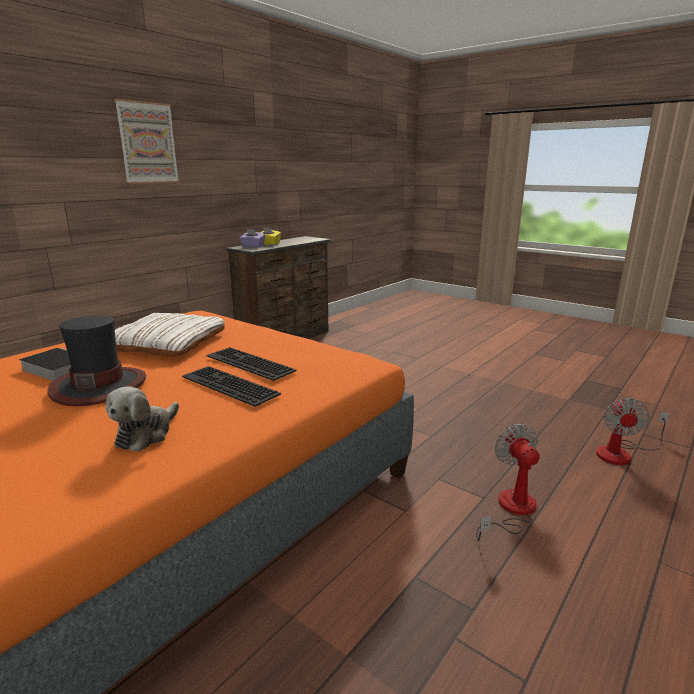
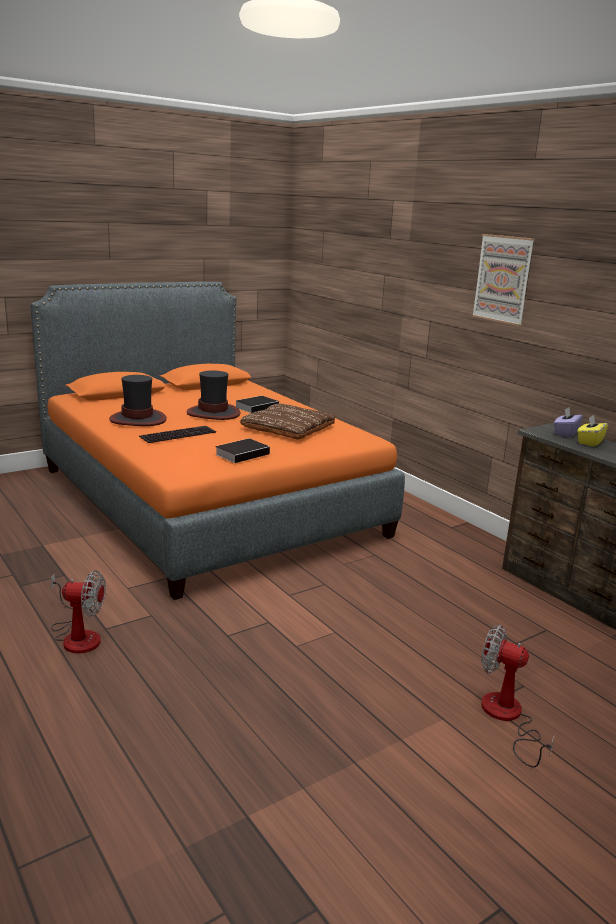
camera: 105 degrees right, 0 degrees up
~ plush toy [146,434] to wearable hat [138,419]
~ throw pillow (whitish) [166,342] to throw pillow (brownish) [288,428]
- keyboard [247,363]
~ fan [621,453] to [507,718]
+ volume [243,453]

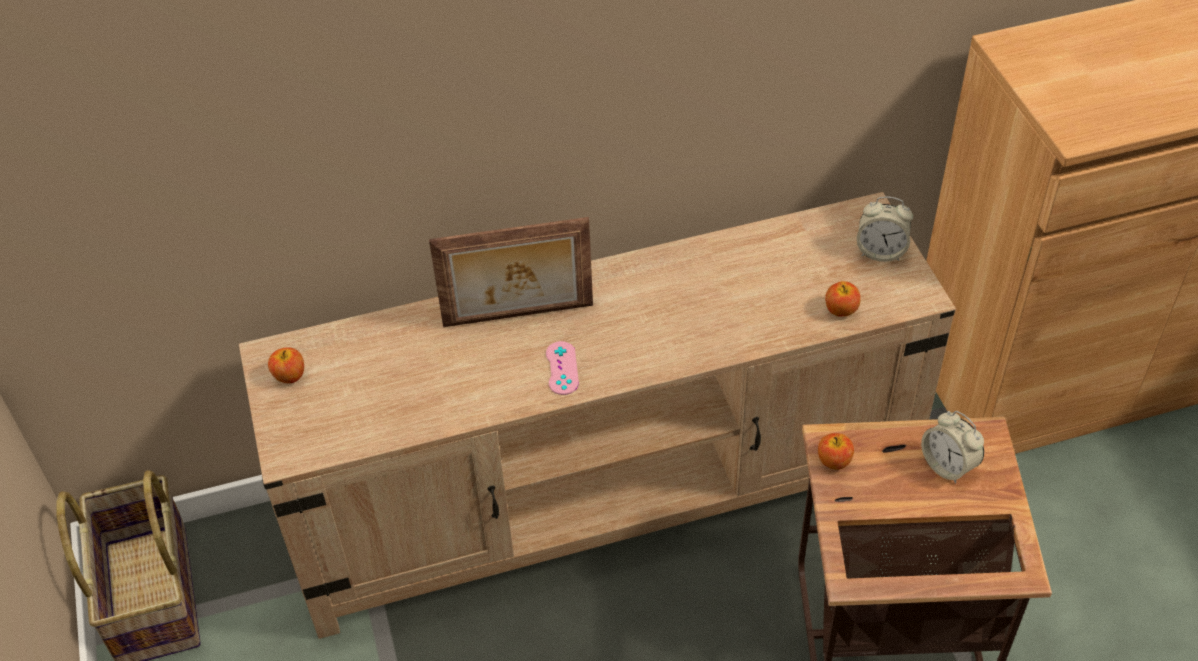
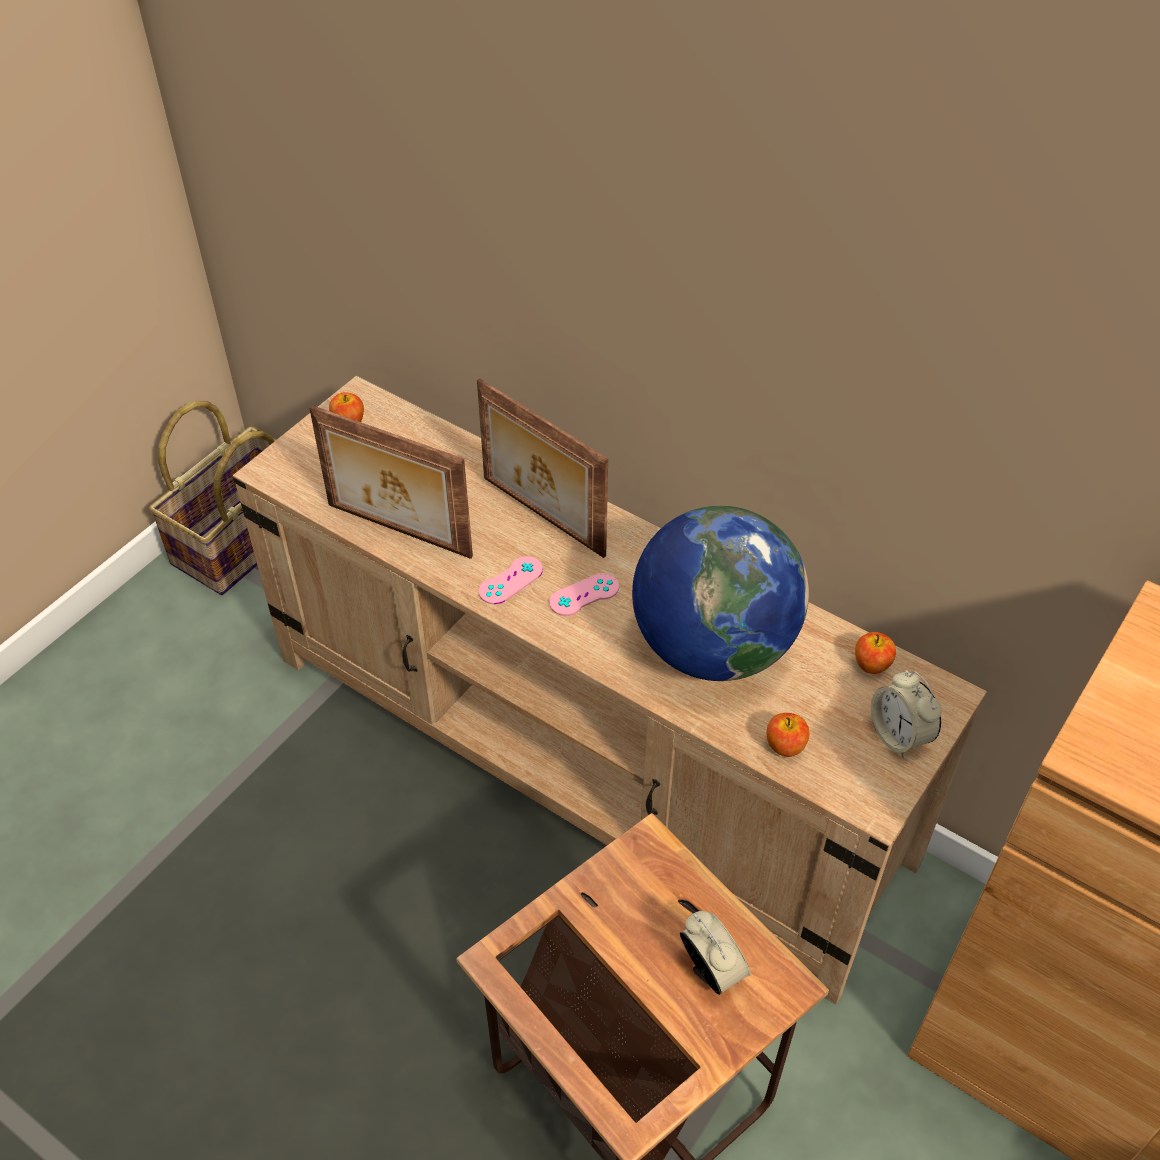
camera: 50 degrees right, 0 degrees up
~ whole apple [833,461] to [871,664]
~ table clock [948,465] = [711,970] 135 degrees clockwise
+ photo frame [397,532]
+ joypad (pink) [584,595]
+ globe [712,647]

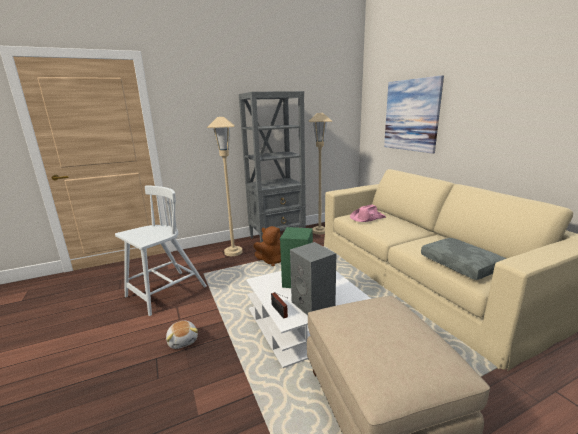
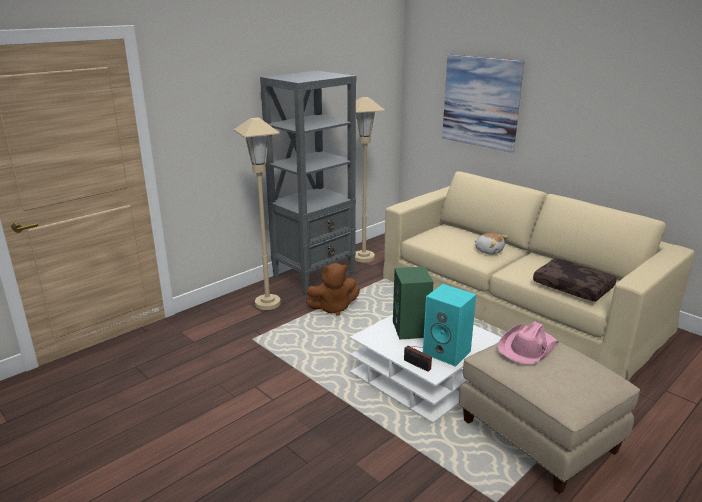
camera: 20 degrees left, 5 degrees up
- chair (whitish) [165,292]
~ plush toy [183,340] to [489,251]
~ loudspeaker (grey) [314,305] to loudspeaker (turquoise-coloured) [448,352]
~ wearable hat (pink) [367,218] to [527,347]
~ throw pillow (grey) [461,264] to throw pillow (brownish) [573,287]

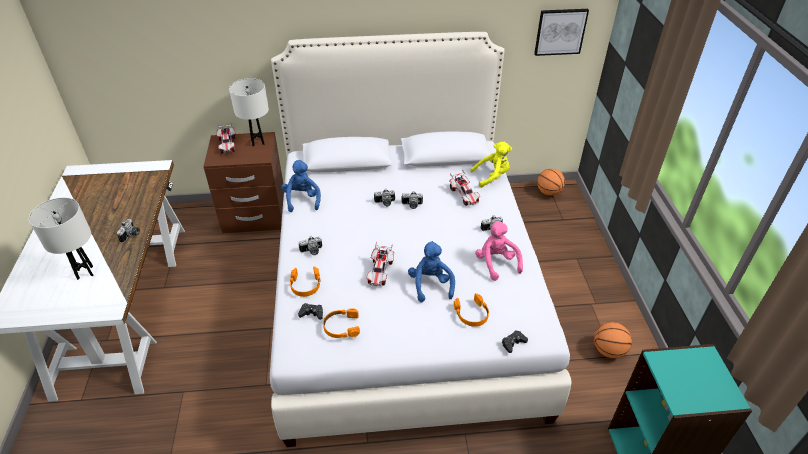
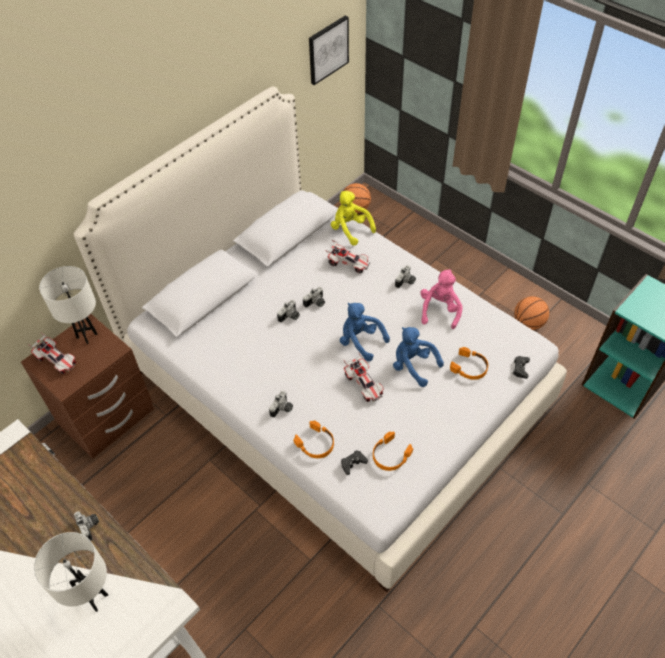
camera: 40 degrees left, 10 degrees up
~ plush toy (blue) [302,199] to [360,341]
~ plush toy (yellow-coloured) [492,176] = [350,229] 75 degrees counterclockwise
~ plush toy (pink) [496,263] = [440,310] 75 degrees clockwise

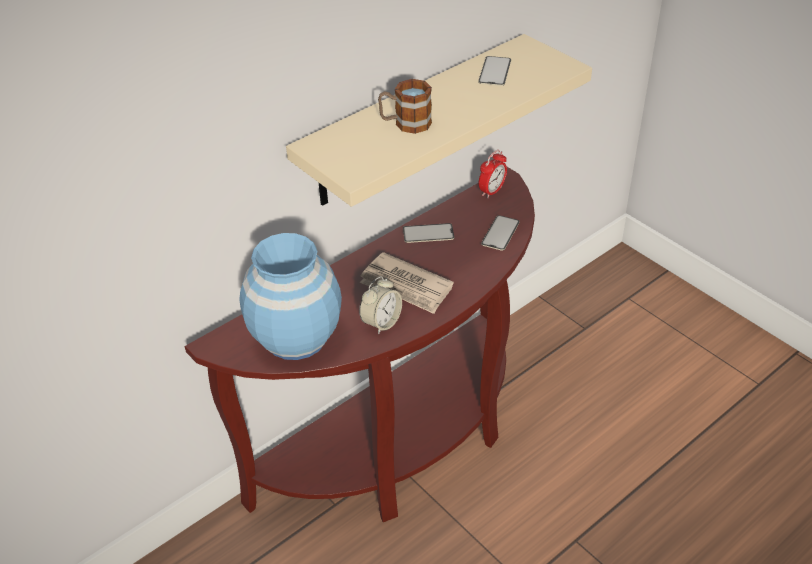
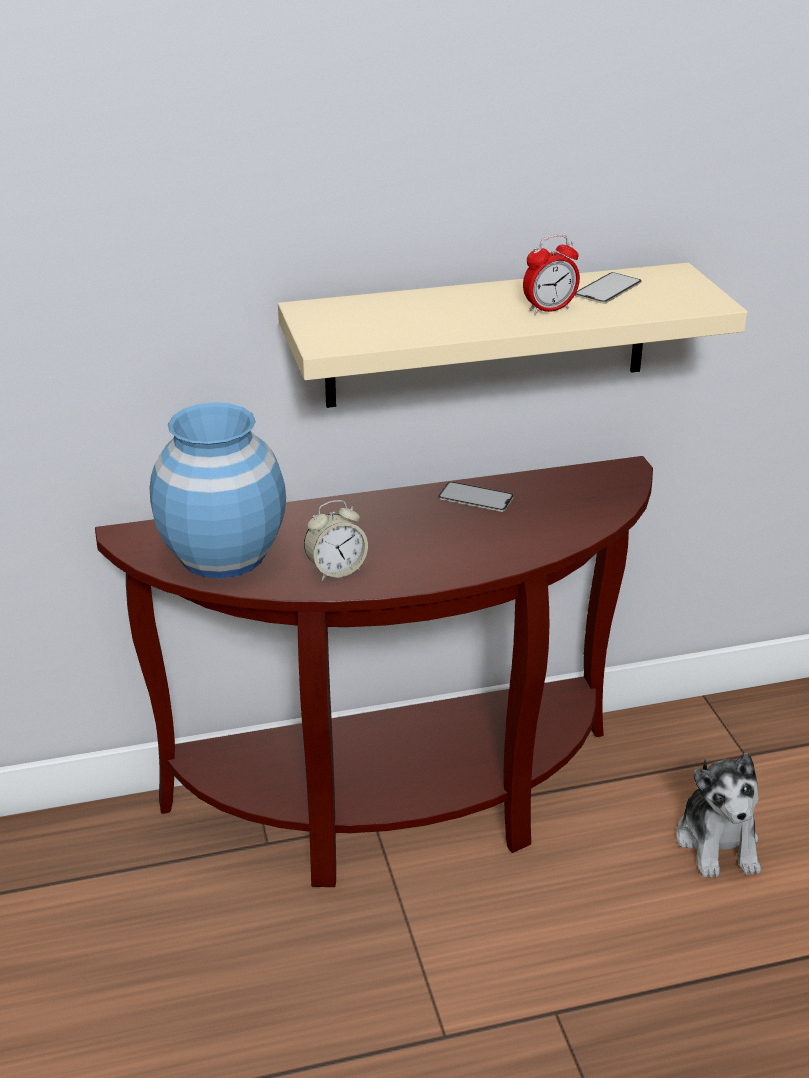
camera: 25 degrees right, 10 degrees down
- daily paper [406,286]
- mug [405,123]
~ table clock [492,191] to [549,309]
- handset [500,233]
+ plush toy [718,842]

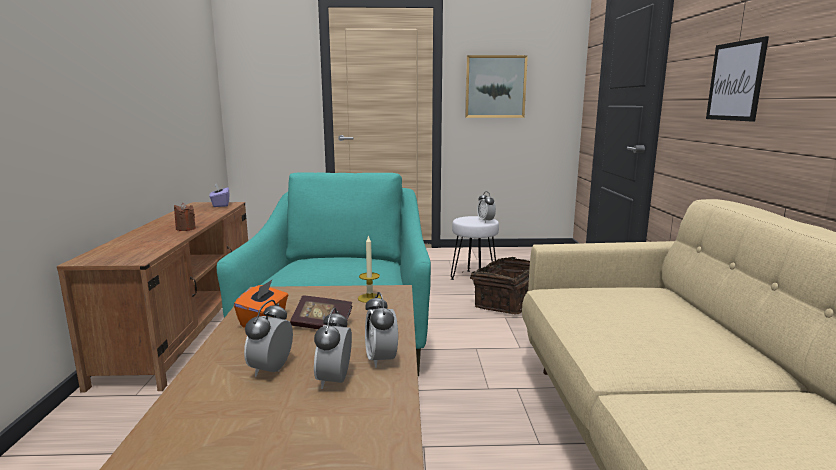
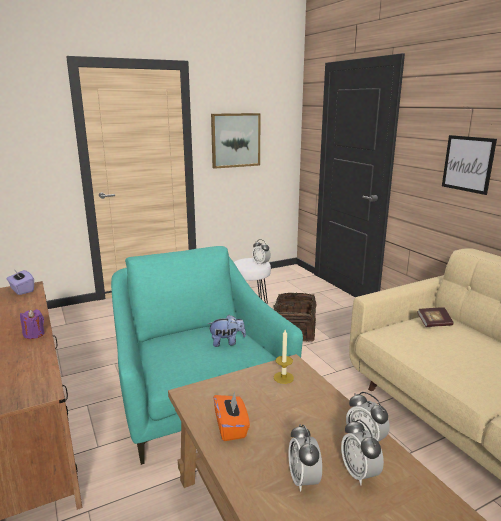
camera: 25 degrees left, 5 degrees up
~ wax light (brownish) [185,229] to wax light (purple-coloured) [34,334]
~ volume [322,325] to [434,323]
+ plush toy [227,342]

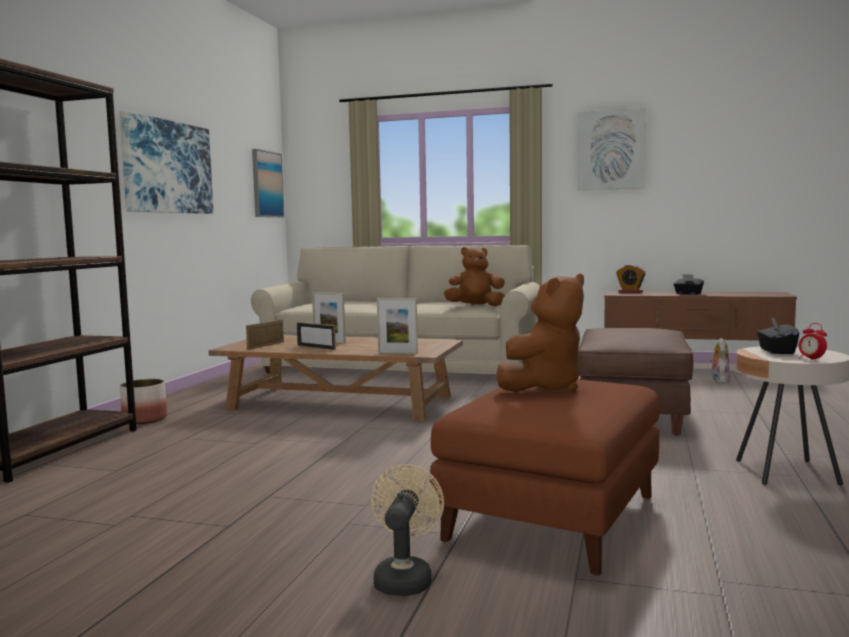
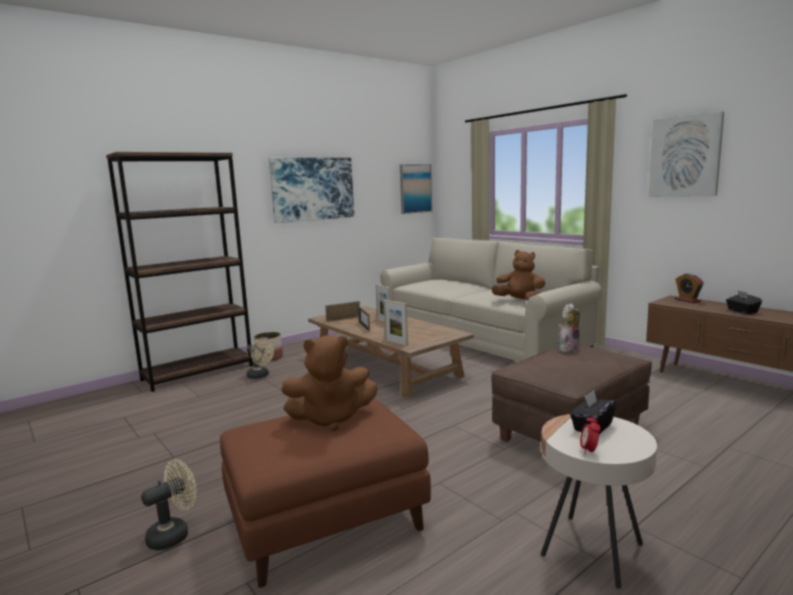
camera: 35 degrees right, 5 degrees up
~ plush toy [719,380] to [567,349]
+ fan (sand-coloured) [260,376]

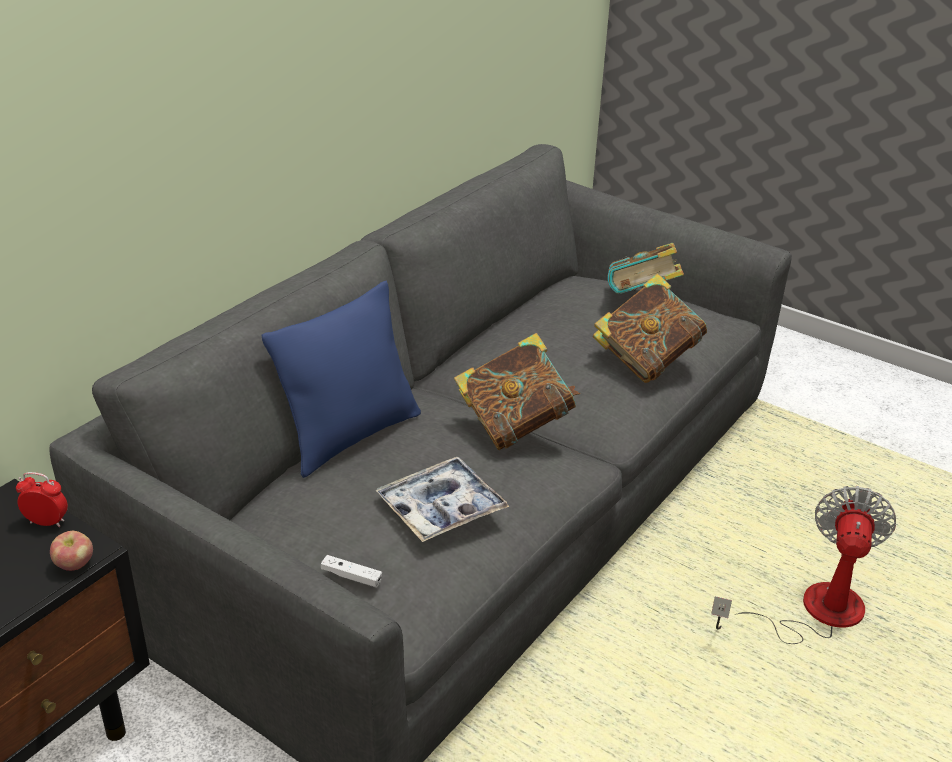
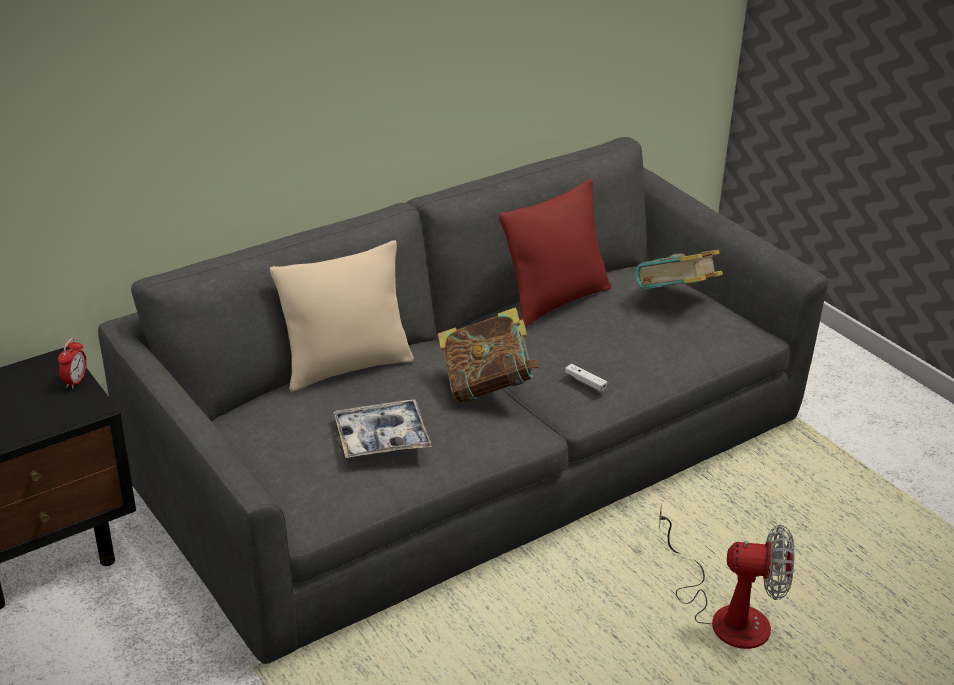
camera: 20 degrees right, 0 degrees up
~ table clock [46,522] = [75,381] 75 degrees clockwise
- whole apple [74,564]
~ throw pillow (blue) [350,435] to throw pillow (sand-coloured) [346,367]
~ joypad (whitish) [351,577] to [585,382]
- volume [646,361]
~ fan [812,612] = [726,614] 60 degrees clockwise
+ throw pillow (red) [555,301]

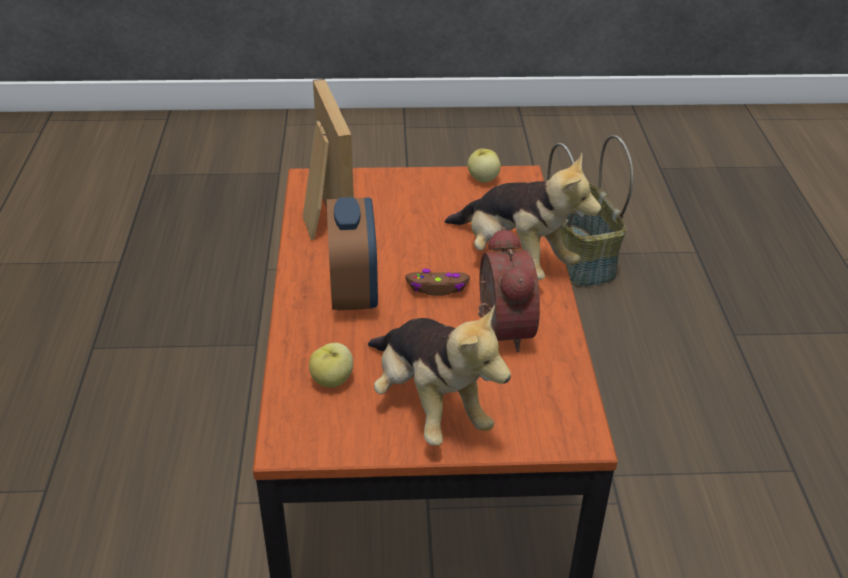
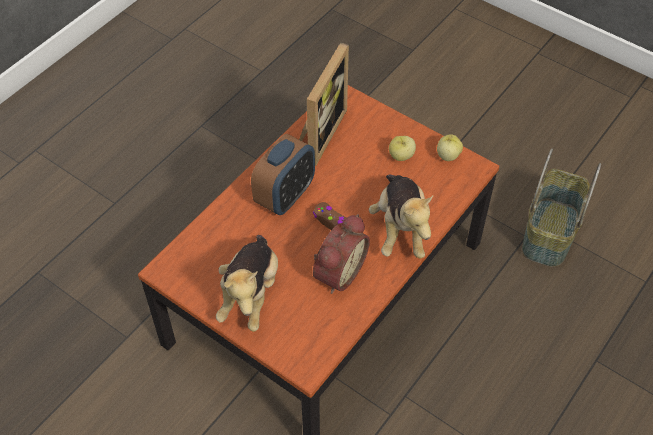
camera: 40 degrees right, 15 degrees up
~ whole apple [332,380] to [401,156]

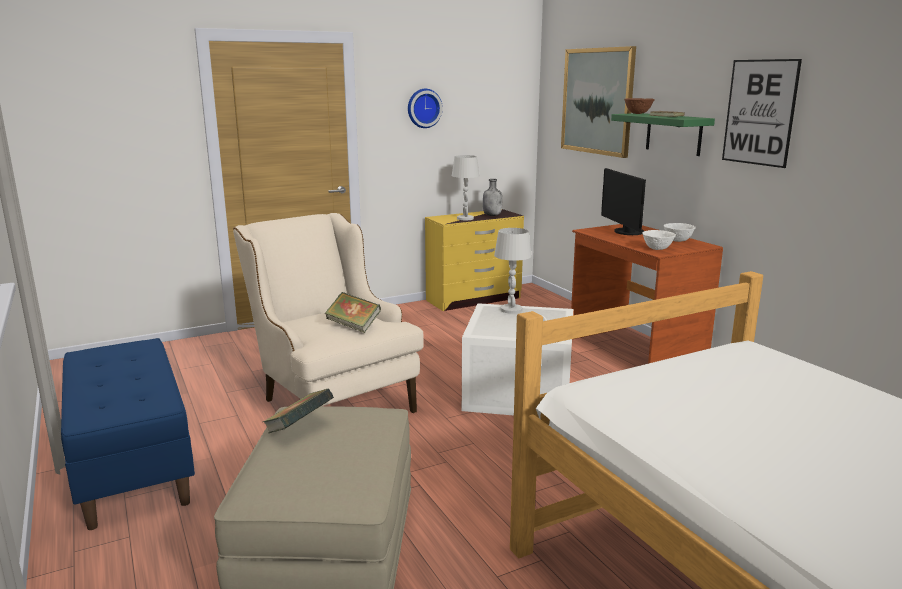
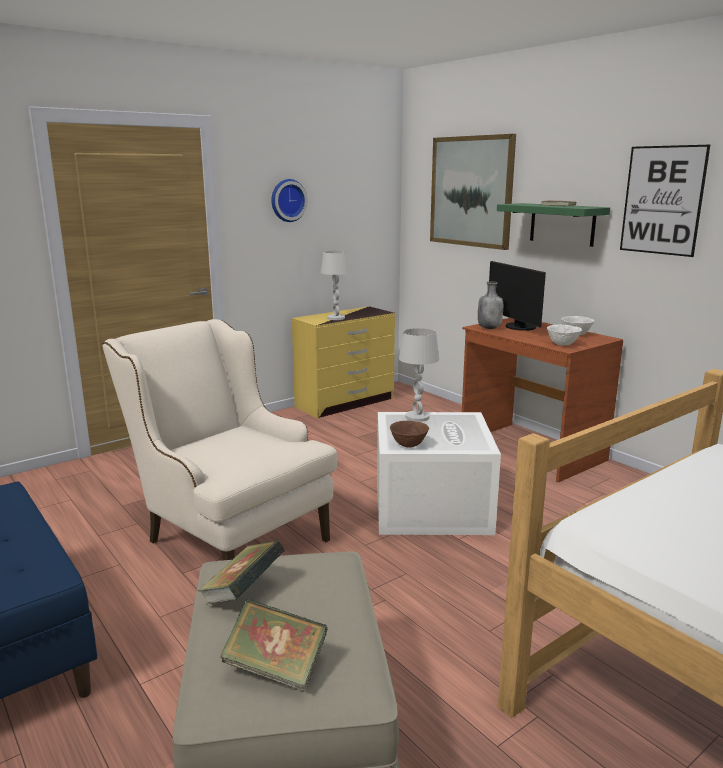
camera: 10 degrees left, 0 degrees up
~ volume [353,326] to [276,668]
~ drink bottle (grey) [492,215] to [489,328]
~ deep dish (brownish) [638,113] to [409,445]

